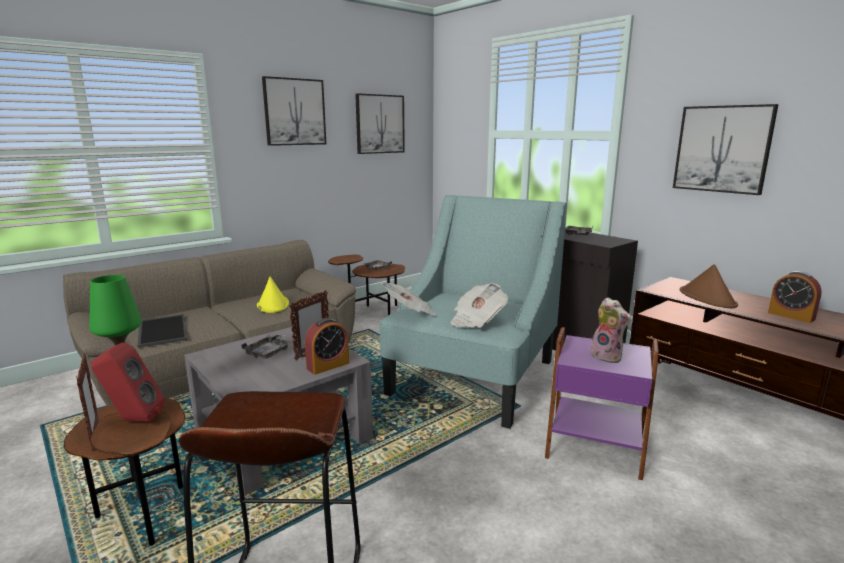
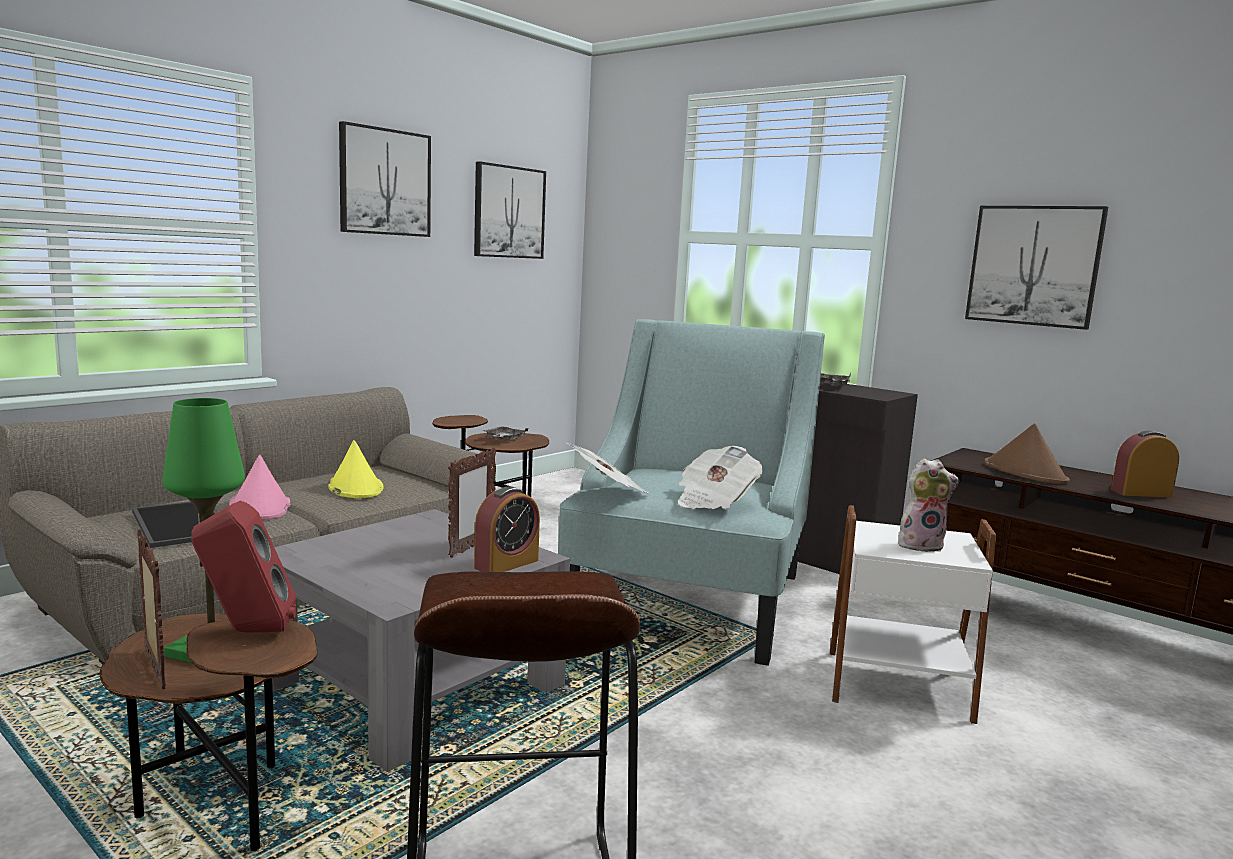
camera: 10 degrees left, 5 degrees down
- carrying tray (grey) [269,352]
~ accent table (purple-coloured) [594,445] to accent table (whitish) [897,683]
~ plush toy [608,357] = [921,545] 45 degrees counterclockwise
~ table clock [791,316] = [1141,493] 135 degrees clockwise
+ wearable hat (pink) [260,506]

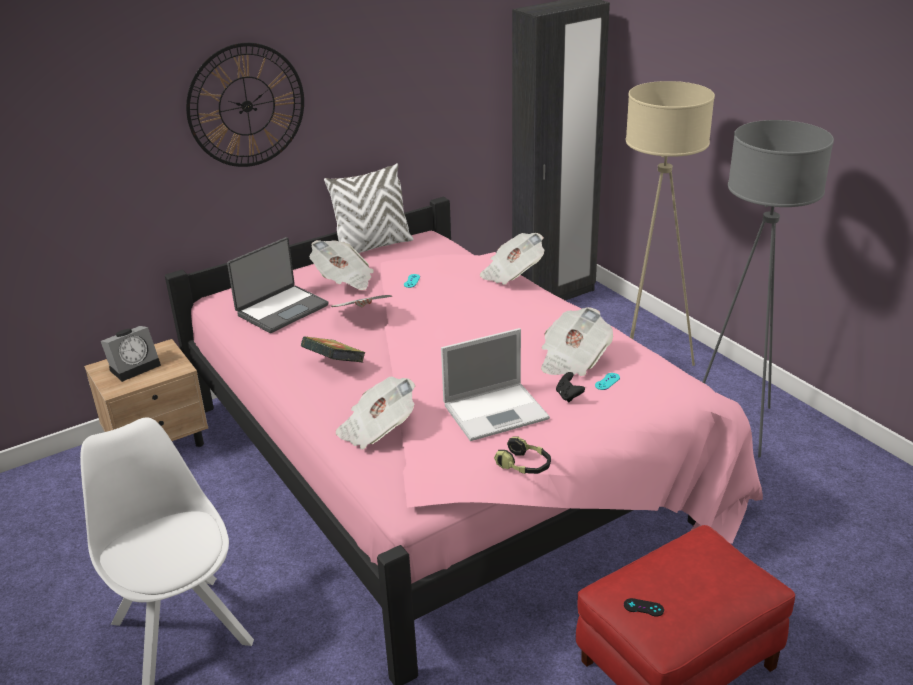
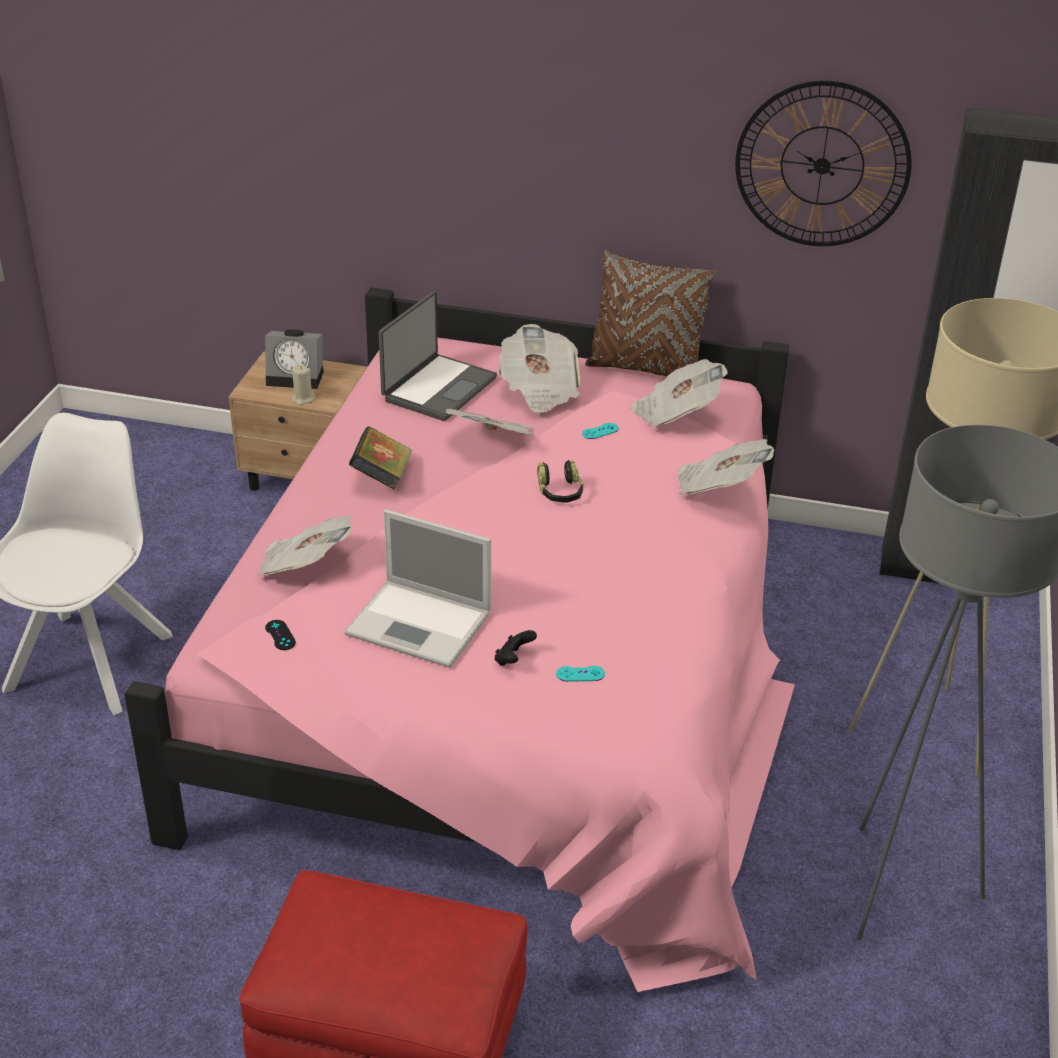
camera: 45 degrees right, 5 degrees up
~ wall clock [246,106] to [822,165]
~ notebook computer [281,309] = [438,388] 60 degrees counterclockwise
~ throw pillow (whitish) [373,247] to throw pillow (brownish) [645,368]
~ headset [524,466] to [560,493]
~ daily paper [572,360] to [675,413]
~ joypad (black-coloured) [643,607] to [280,635]
+ wax light (sand-coloured) [303,399]

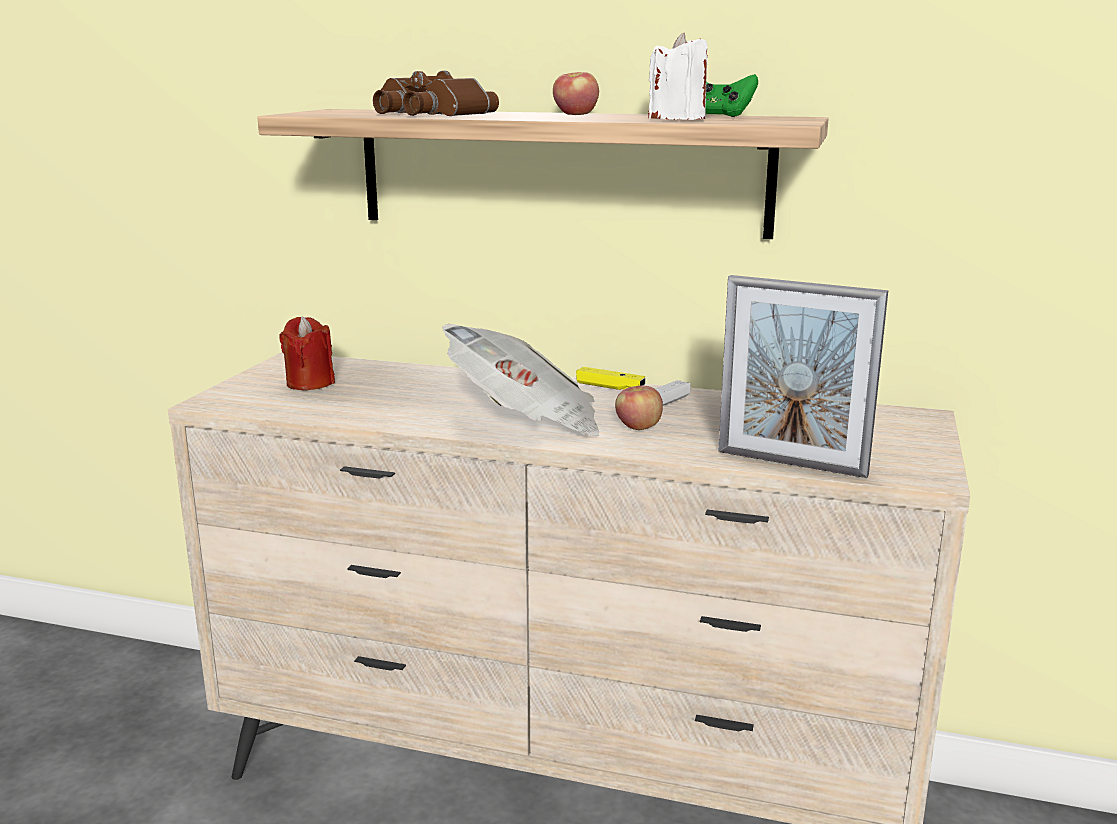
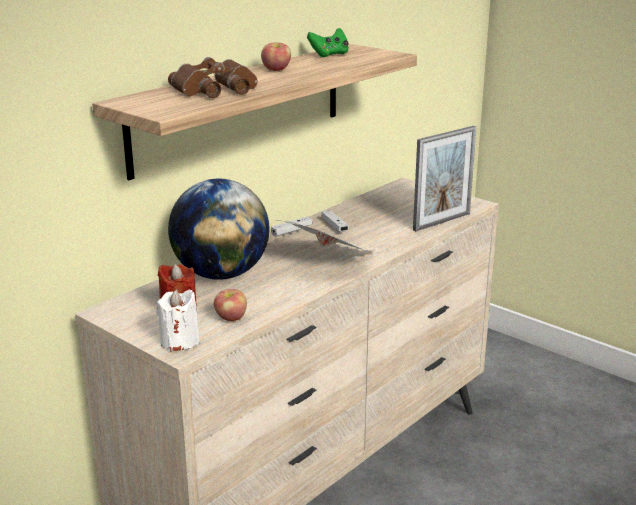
camera: 65 degrees left, 5 degrees up
~ joypad (yellow-coloured) [610,387] to joypad (whitish) [291,231]
~ whole apple [638,427] to [231,318]
~ wax light (whitish) [677,119] to [179,341]
+ globe [221,274]

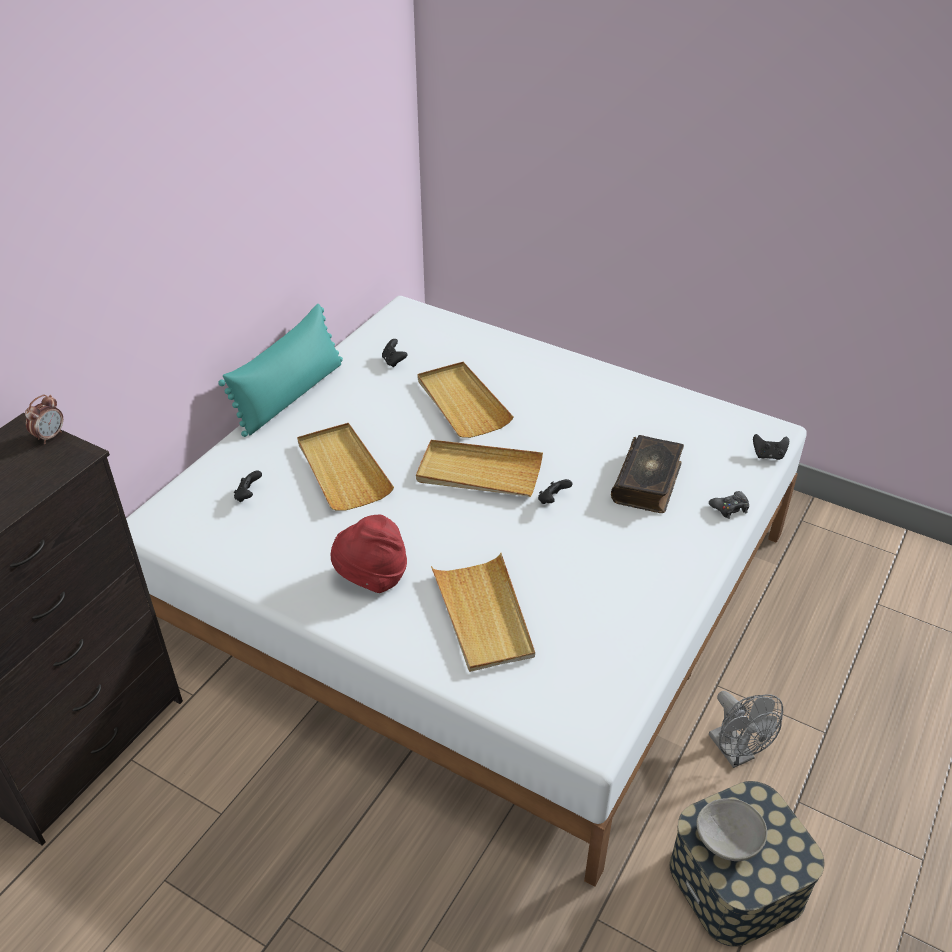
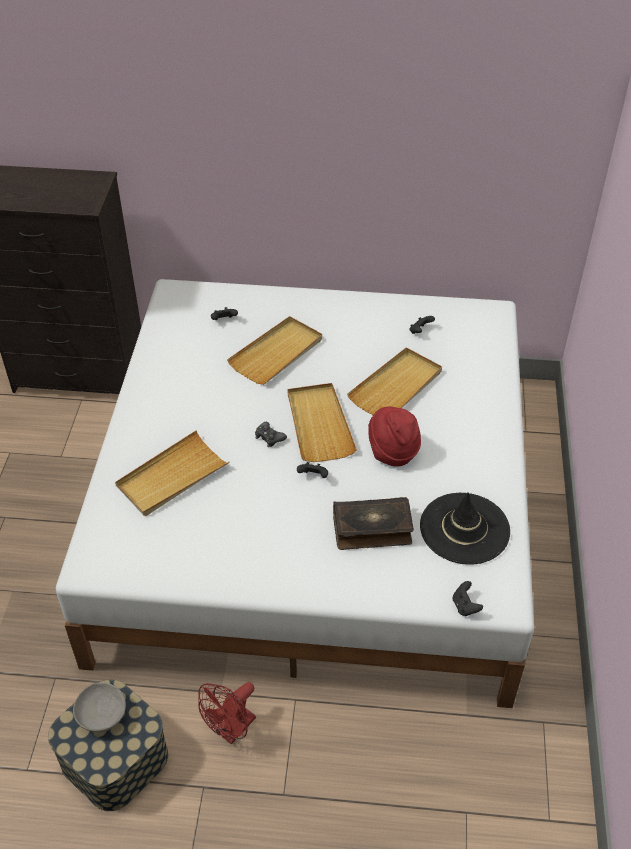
camera: 65 degrees right, 5 degrees up
- table clock [50,436]
- throw pillow (turquoise-coloured) [290,395]
~ wearable hat (red) [372,577] to [392,451]
~ joypad (black-coloured) [730,508] to [269,437]
~ fan (grey) [736,753] to fan (red) [231,730]
+ wearable hat (black-coloured) [464,529]

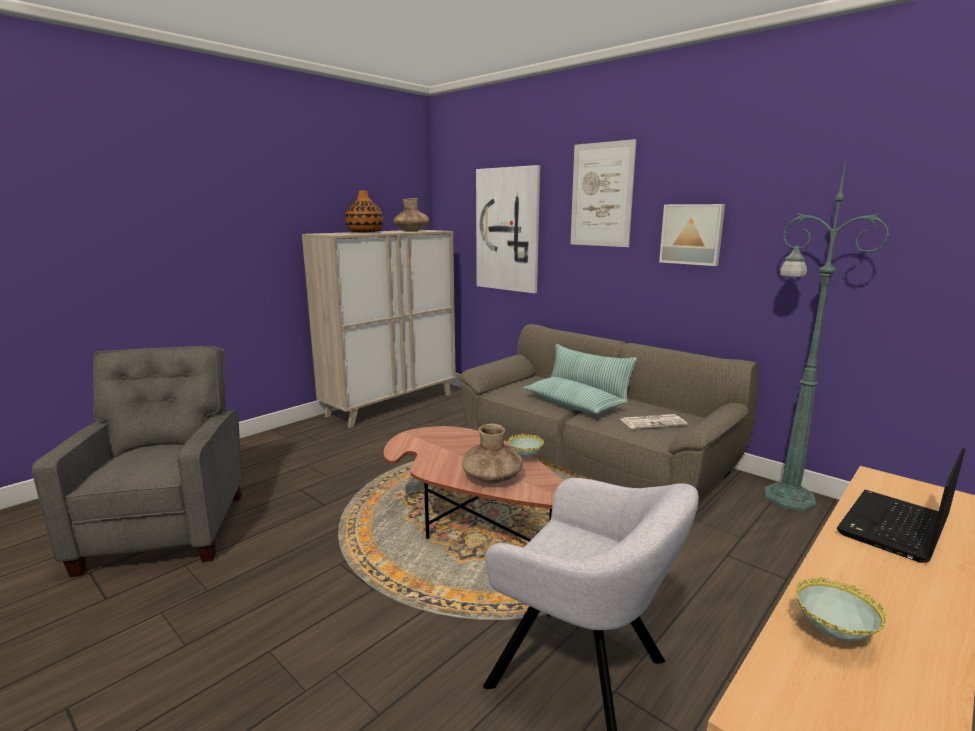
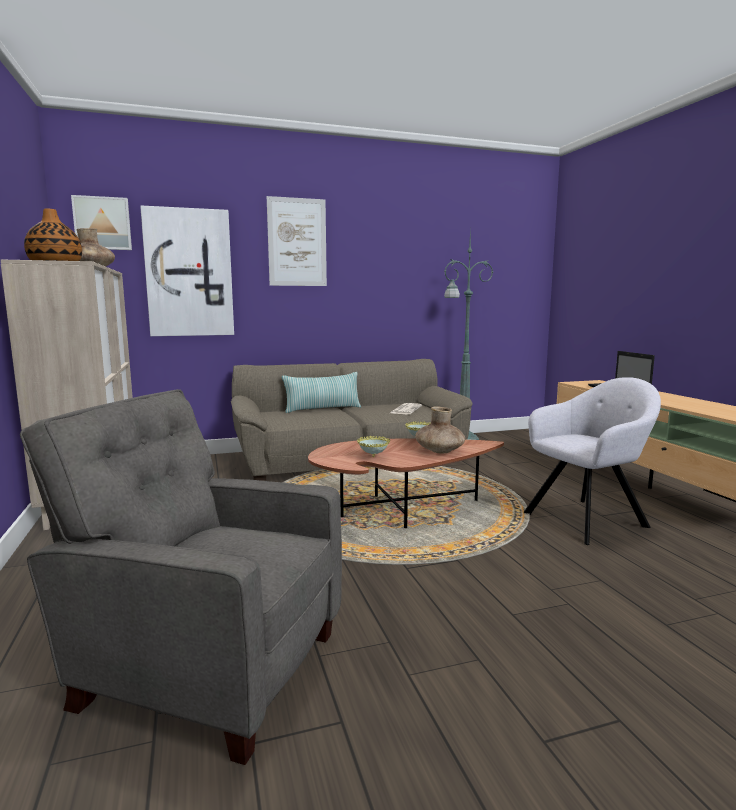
camera: 60 degrees left, 5 degrees down
- throw pillow [572,405]
~ wall picture [692,234] to [102,223]
~ deep dish [832,637] to [373,457]

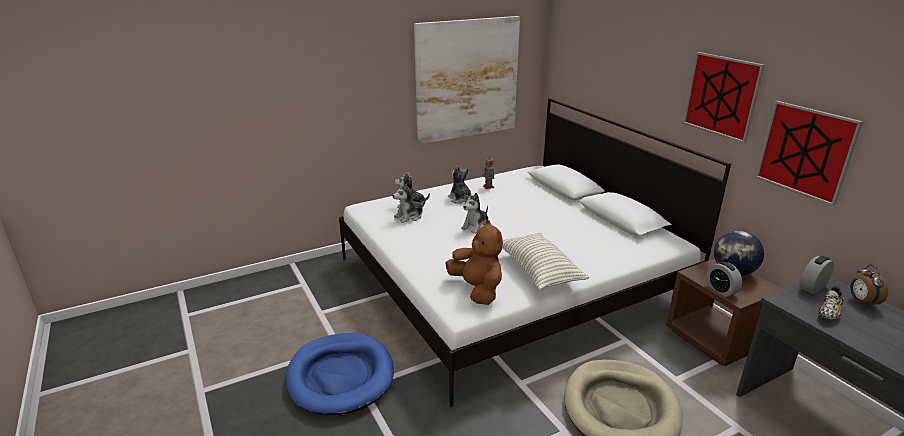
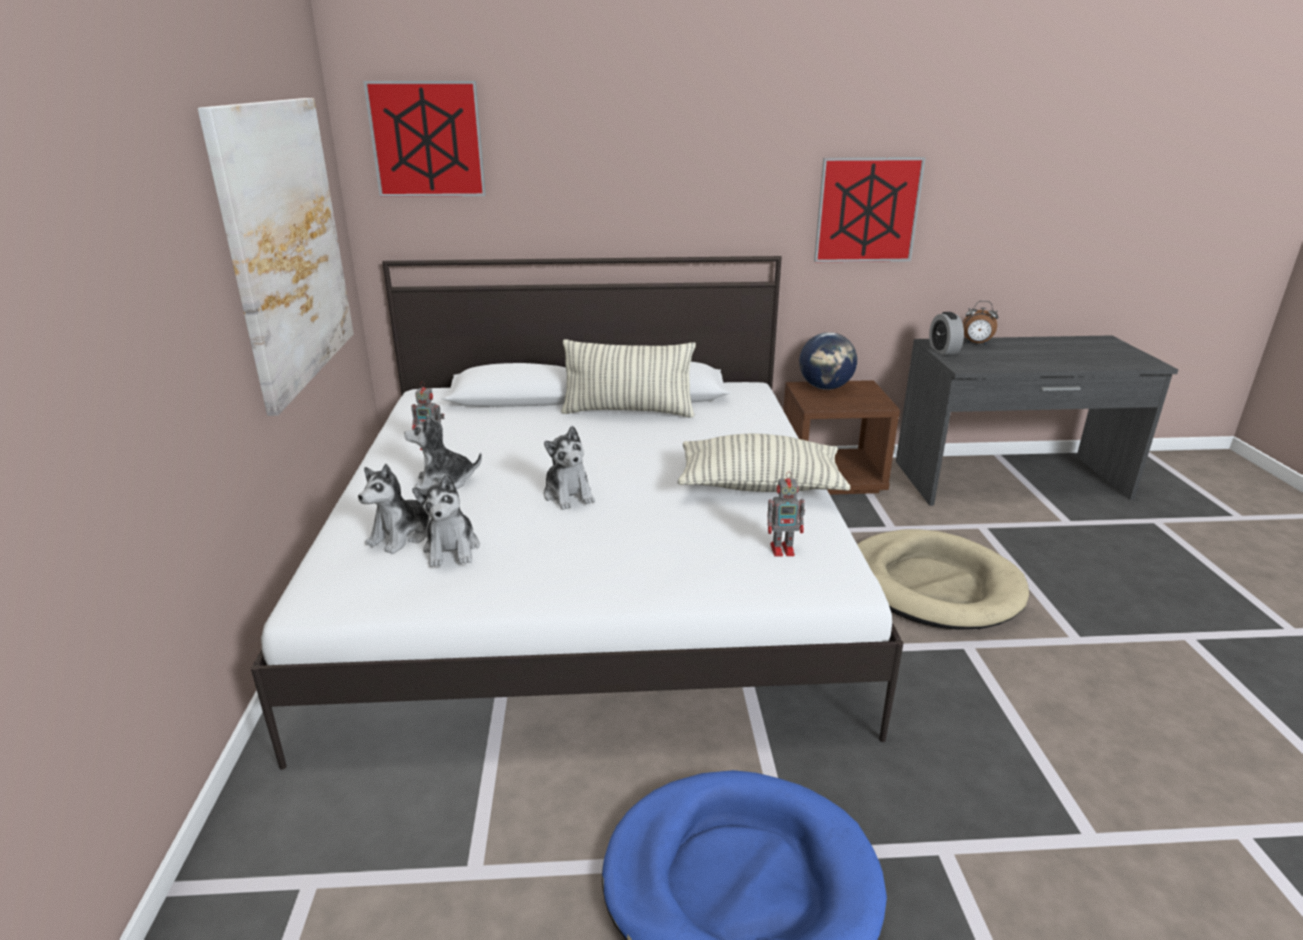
camera: 65 degrees left, 0 degrees up
~ plush toy (brownish) [477,290] to robot figure [783,549]
~ wall picture [721,96] to [427,140]
- table clock [721,290]
- low shoe [829,312]
+ throw pillow [628,412]

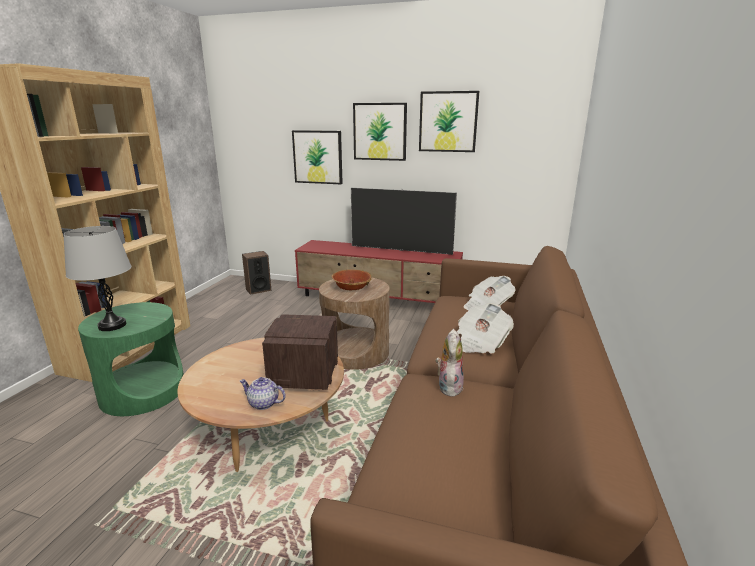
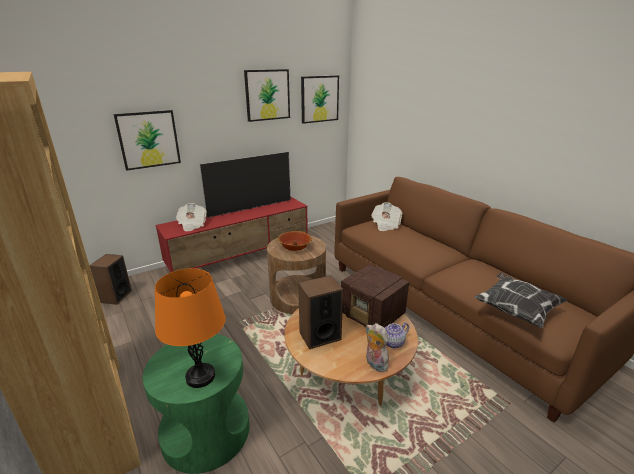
camera: 50 degrees left, 5 degrees up
~ table lamp (grey) [112,325] to table lamp (orangey) [200,377]
~ wall picture [380,132] to [319,99]
~ plush toy [448,386] to [374,364]
~ daily paper [480,342] to [192,225]
+ loudspeaker [319,336]
+ throw pillow [515,310]

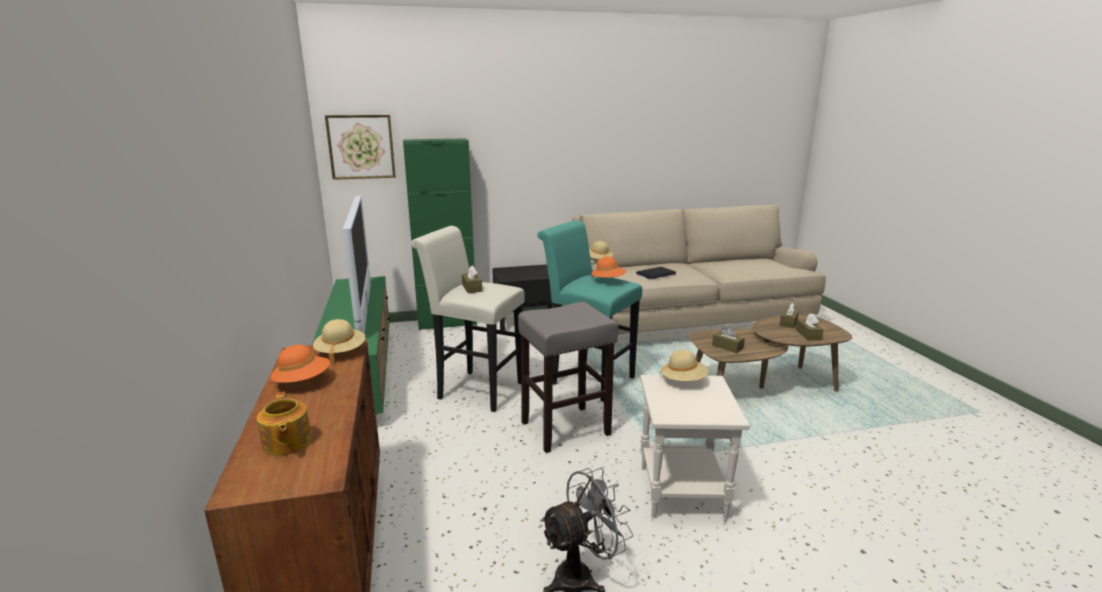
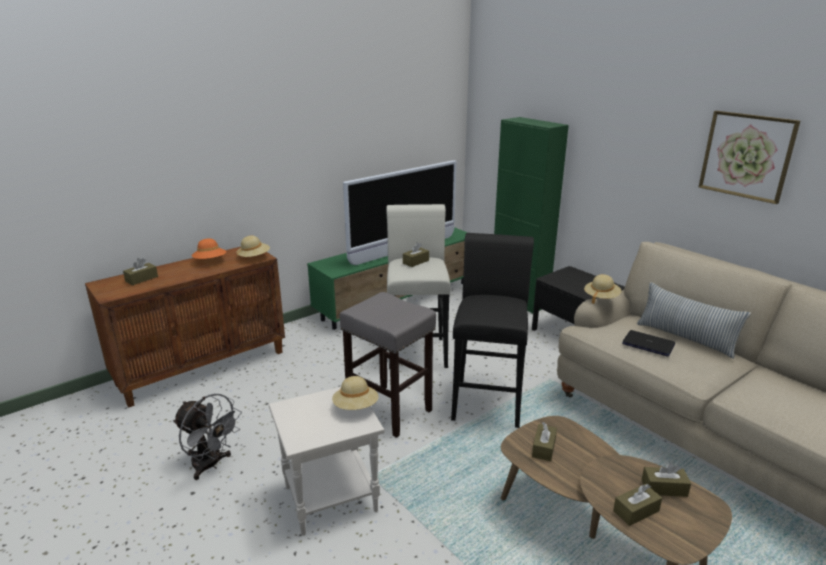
camera: 65 degrees right, 5 degrees up
~ teapot [286,443] to box of tissues (brownish) [141,279]
~ wall picture [361,147] to [746,156]
~ sitting stool (turquoise-coloured) [587,379] to sitting stool (black-coloured) [487,400]
- wearable hat (orangey) [608,280]
+ throw pillow [685,338]

